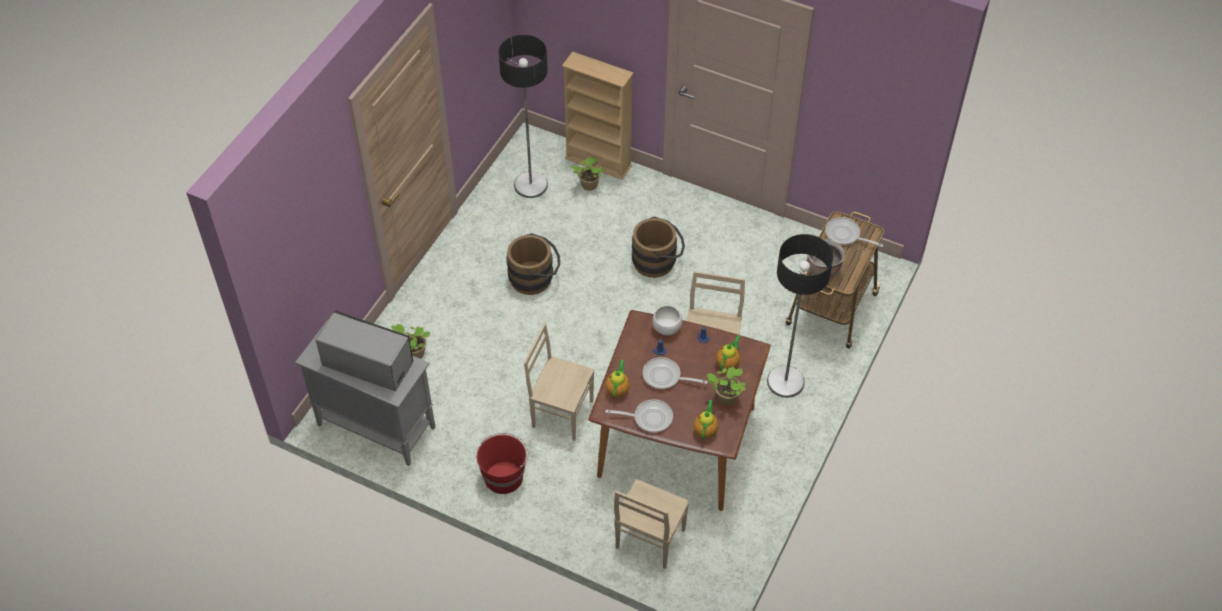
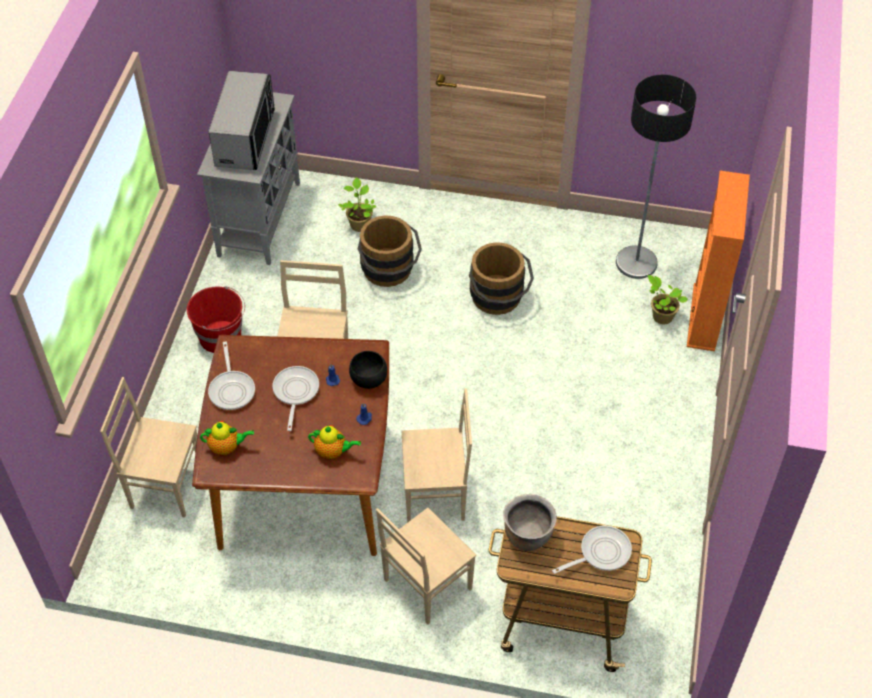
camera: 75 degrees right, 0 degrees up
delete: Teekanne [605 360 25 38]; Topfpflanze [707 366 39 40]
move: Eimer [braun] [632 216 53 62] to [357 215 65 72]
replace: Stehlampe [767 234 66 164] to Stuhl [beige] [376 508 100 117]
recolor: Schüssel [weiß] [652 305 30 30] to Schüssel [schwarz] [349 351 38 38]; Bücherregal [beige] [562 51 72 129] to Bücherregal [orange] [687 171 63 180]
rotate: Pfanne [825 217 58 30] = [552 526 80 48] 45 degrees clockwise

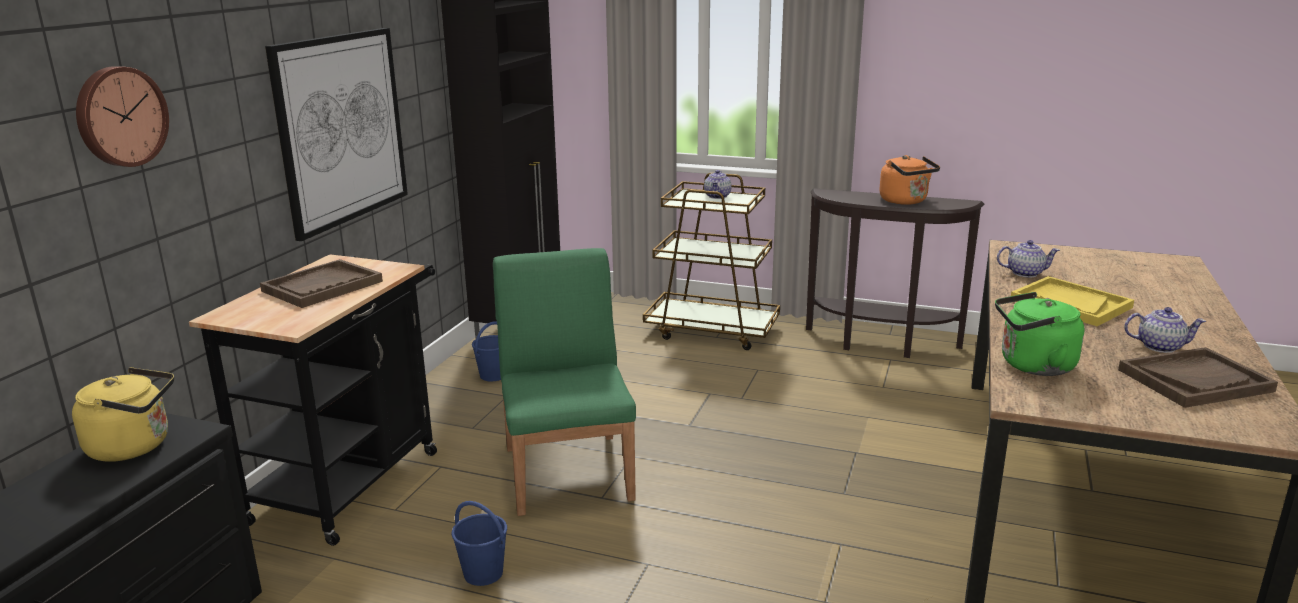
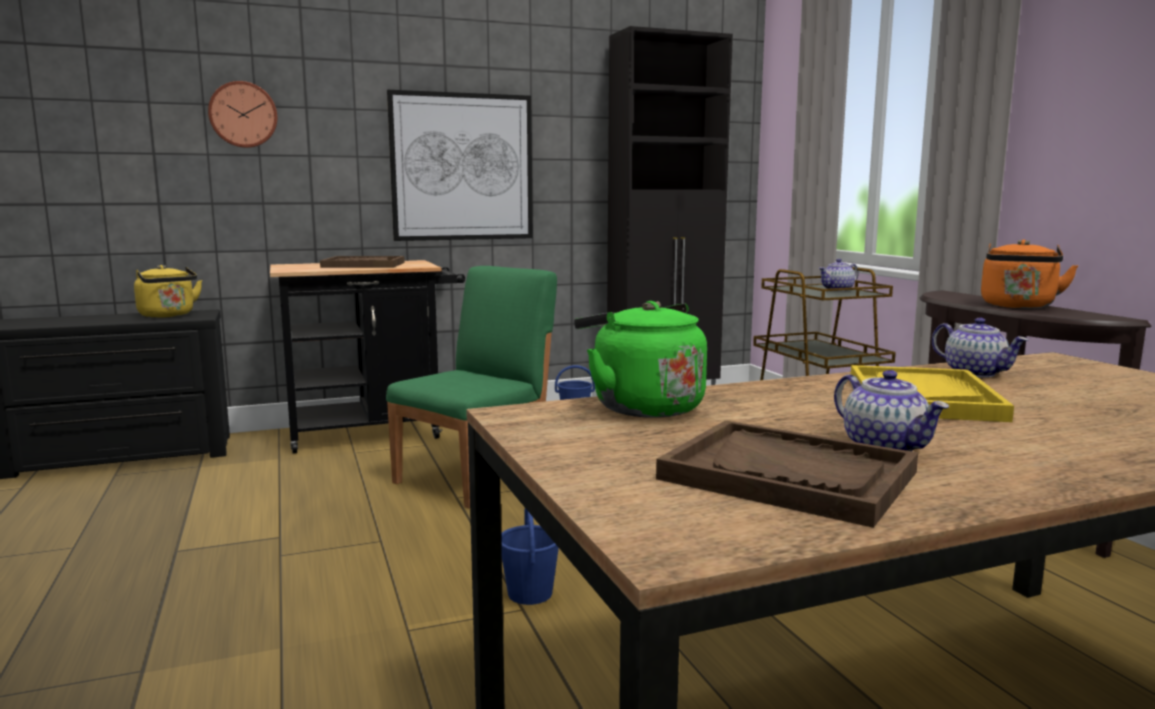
camera: 50 degrees right, 10 degrees down
move: Eimer [blau] [452 501 55 85] to [501 508 58 97]

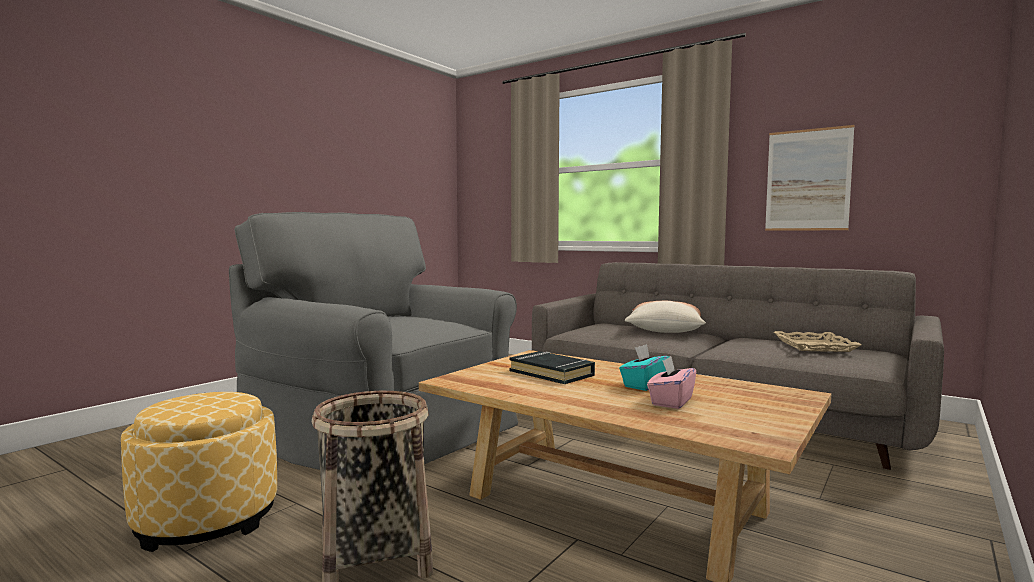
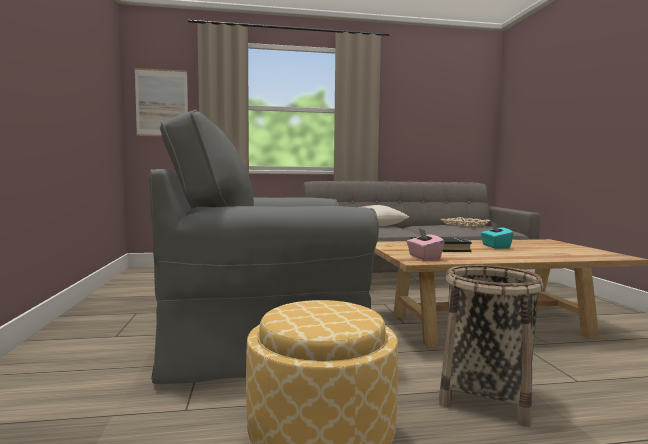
camera: 45 degrees left, 0 degrees up
move: Bild [765 125 90 106] to [135 68 53 68]; Taschentuchbox [rosa] [647 356 49 53] to [407 228 37 32]

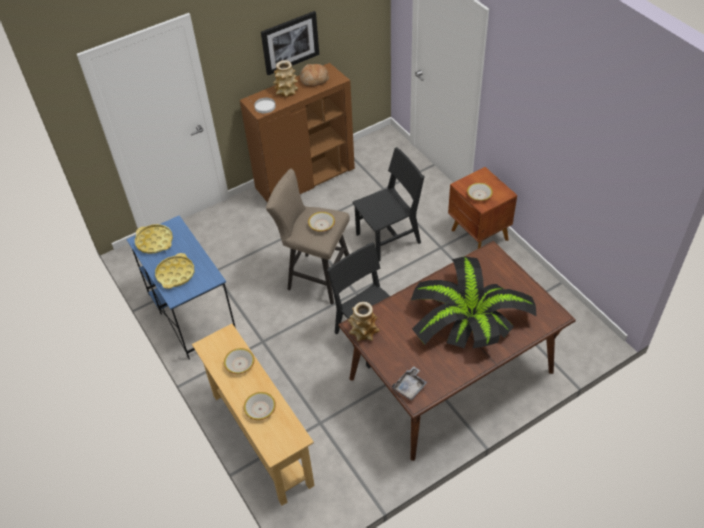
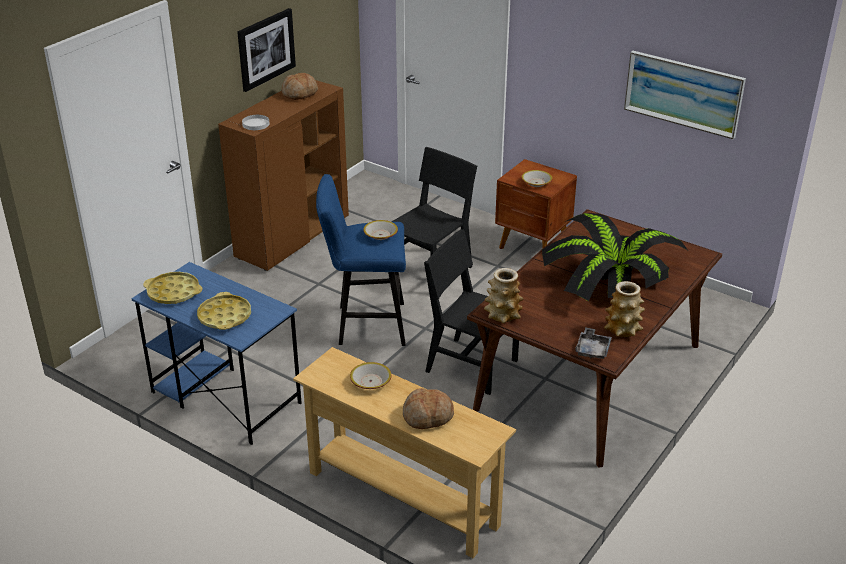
camera: 25 degrees left, 15 degrees down
insert: Bild [624 51 122 88]
move: Vase [273 60 25 37] to [604 281 41 56]
replace: Schüssel [244 392 32 28] to Brot [403 388 51 41]
recolor: Hocker [beige] [266 169 84 136] to Hocker [blau] [316 174 90 172]

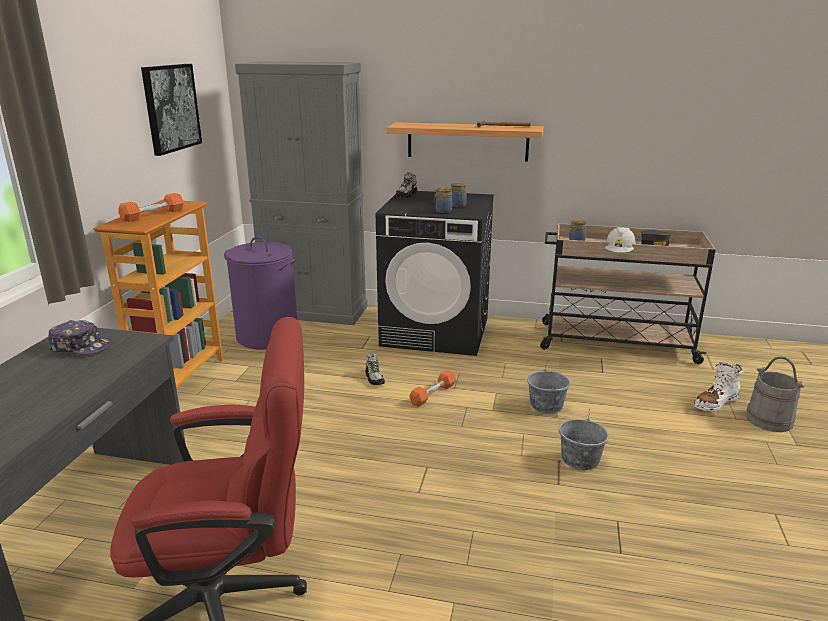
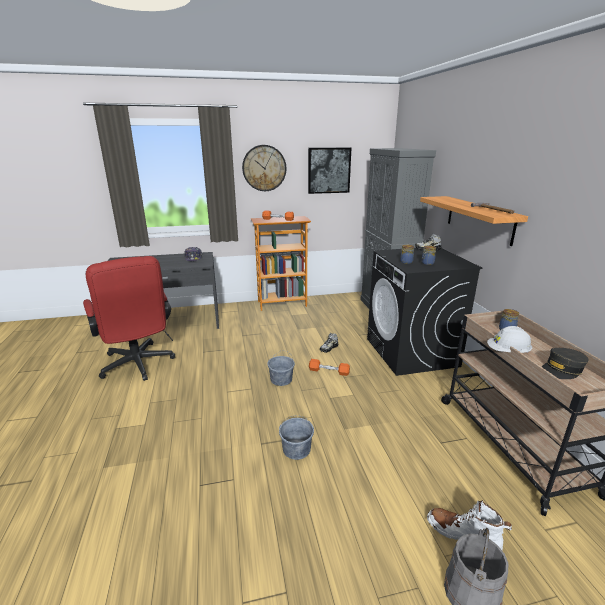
camera: 65 degrees right, 0 degrees up
delete: Wäschekorb [lila] [224 236 73 113]
insert: Wanduhr [242 145 44 46]
move: Eimer [grau] [527 359 43 54] to [267 351 28 35]

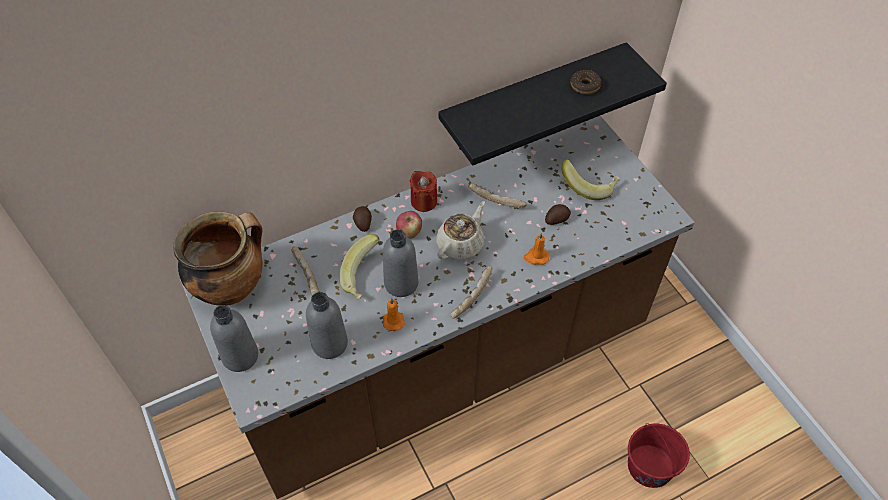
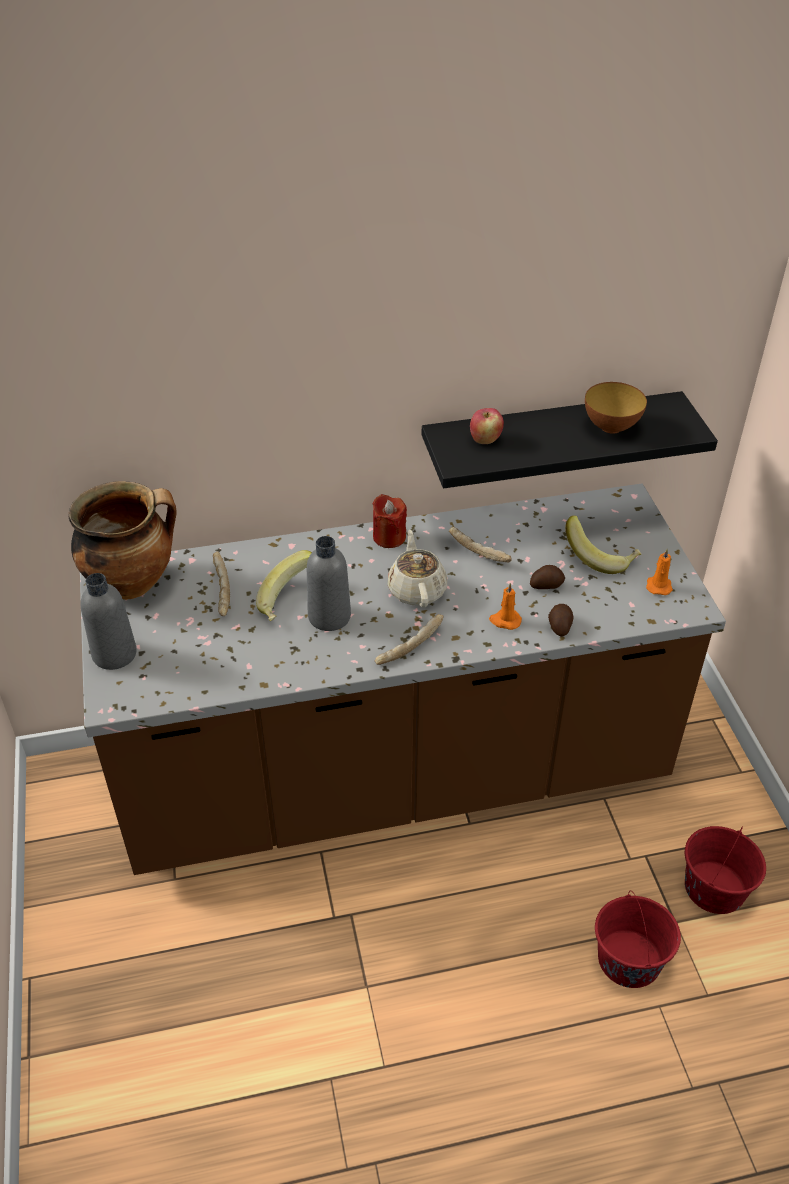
camera: 15 degrees right, 10 degrees down
delete: Flasche [grau] [306 292 42 67]
insert: Eimer [rot] [684 826 82 88]
move: Apfel [396 211 26 28] to [470 408 34 36]; Kartoffel [353 206 19 26] to [548 604 26 32]; Kerze [orange] [383 298 22 33] to [646 548 27 47]
replace: Donut [570 70 31 24] to Schüssel [585 382 62 52]
rotate: Teekanne [beige] [436 201 49 59] = [388 530 59 78] 60 degrees counterclockwise

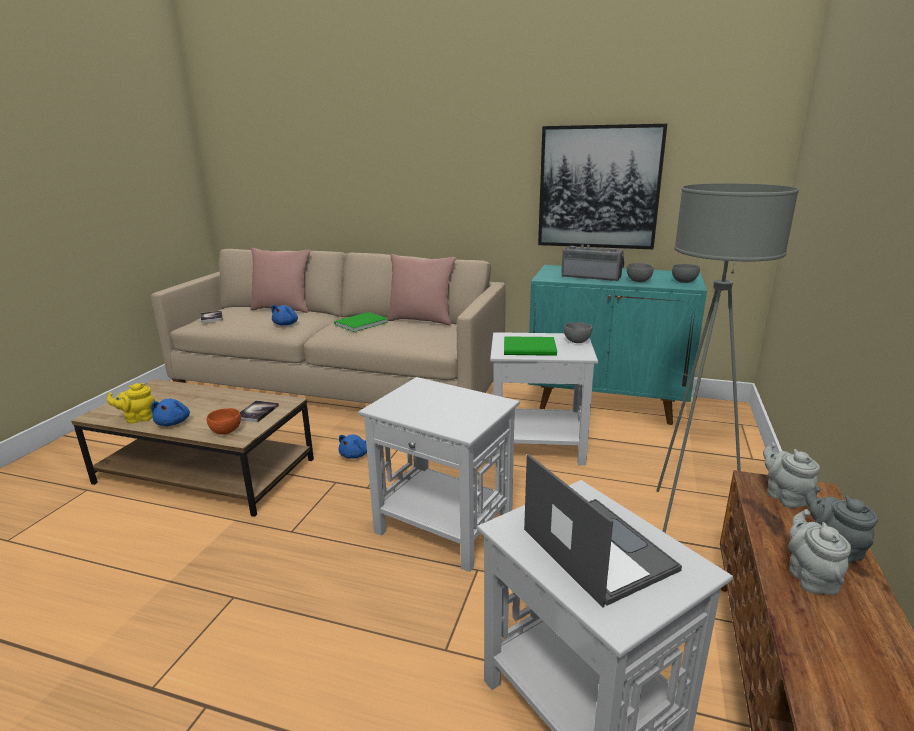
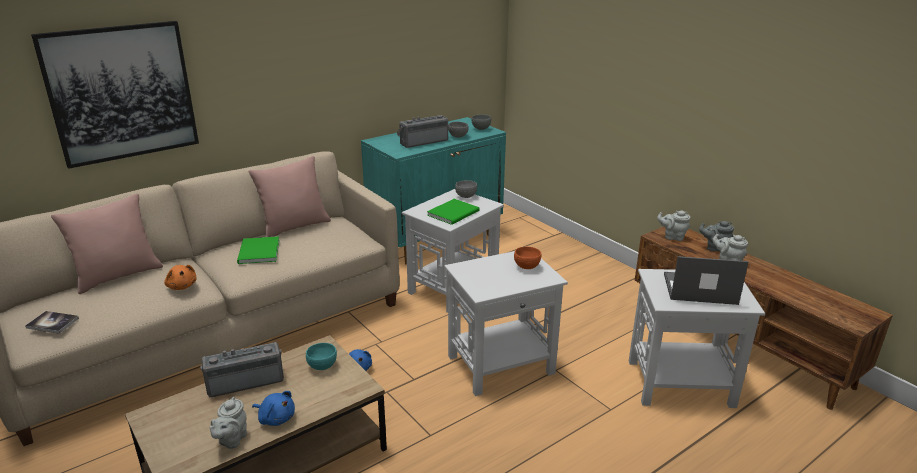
camera: 55 degrees left, 5 degrees up
delete: Stehlampe [grau] [656 183 143 350]
insert: Radio [200 342 84 55]
move: Bild [538 124 129 125] to [31 21 168 148]; Schüssel [orange] [207 408 34 27] to [514 247 27 22]
replace: Buch [240 401 39 21] to Schüssel [türkis] [306 343 31 27]
recolor: Plüschtier [blau] [272 305 26 21] to Plüschtier [orange] [164 265 33 25]; Teekanne [gelb] [107 383 48 41] to Teekanne [grau] [209 397 38 52]

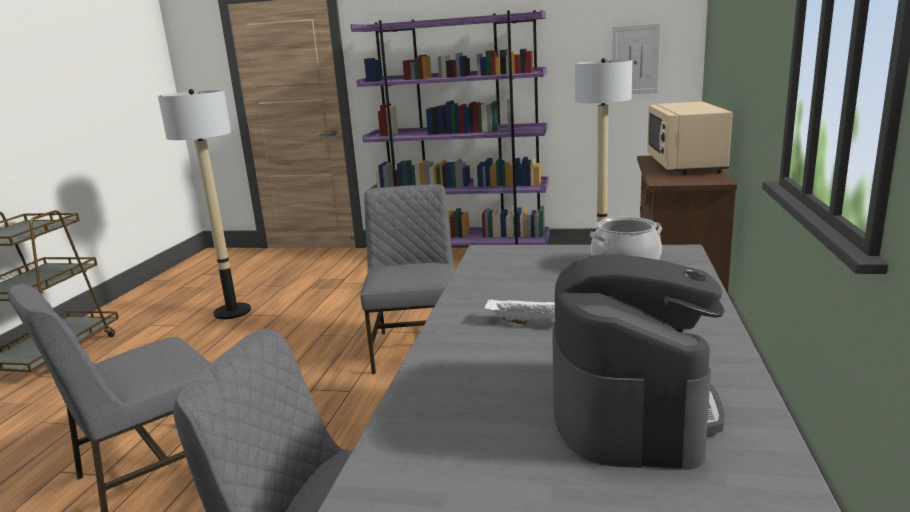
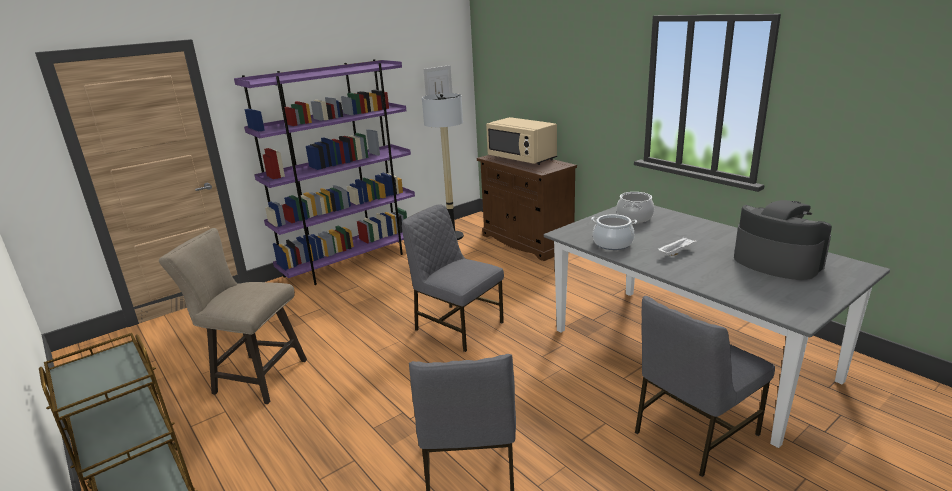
camera: 50 degrees left, 5 degrees up
insert: Kochtopf [591 214 46 36]
replace: Stehlampe [158 89 93 231] to Hocker [beige] [159 228 148 176]

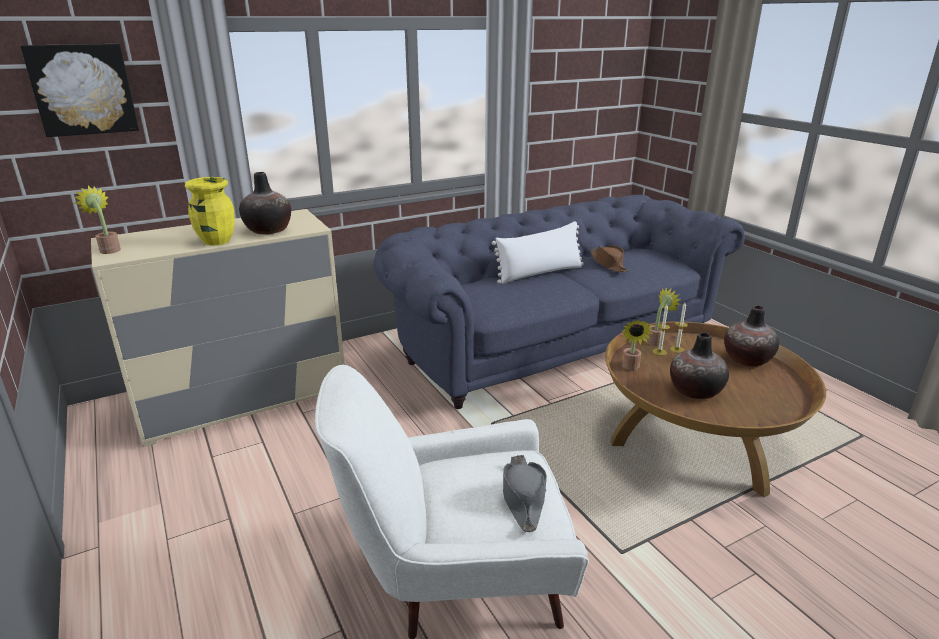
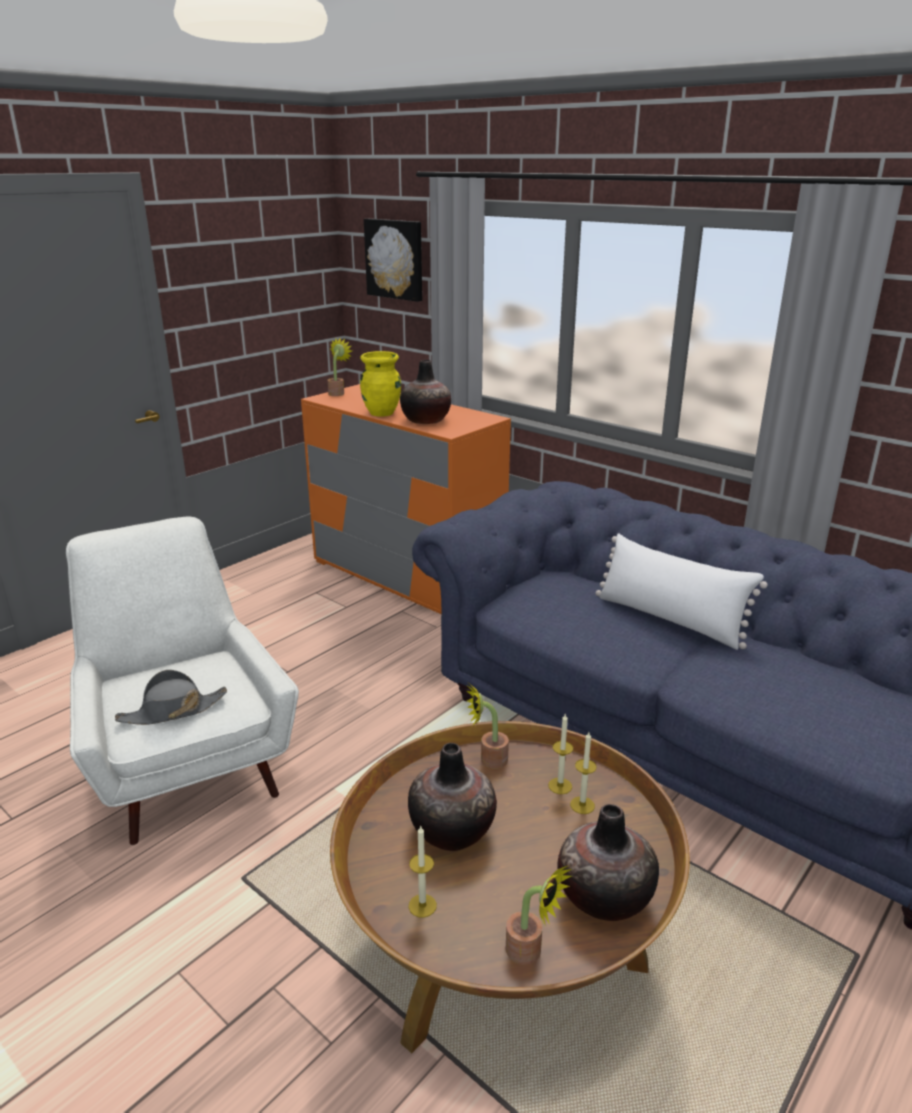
camera: 70 degrees right, 0 degrees up
delete: Hut [braun] [591 245 38 27]
insert: Kerze [409 826 28 92]
move: Topfpflanze [646 287 35 59] to [506 866 66 99]
recolor: Kommode [beige] [91 209 254 238] to Kommode [orange] [301 384 210 230]

